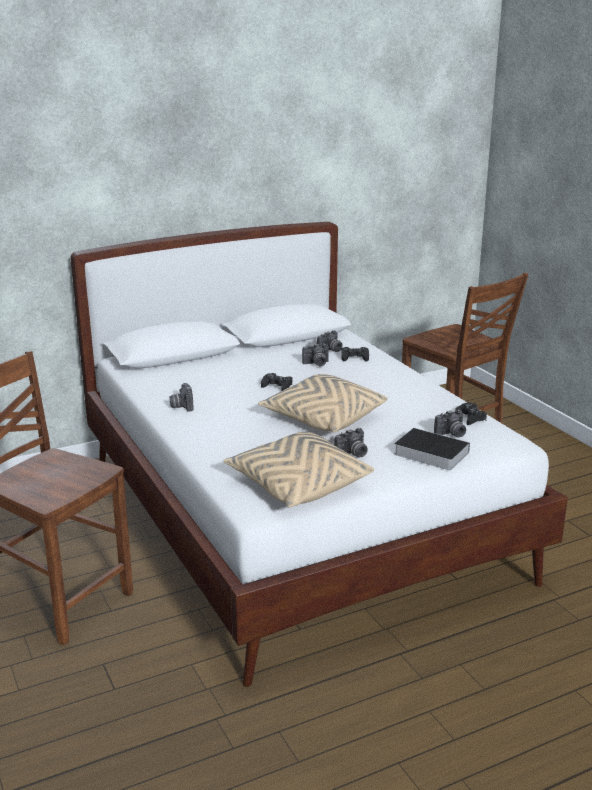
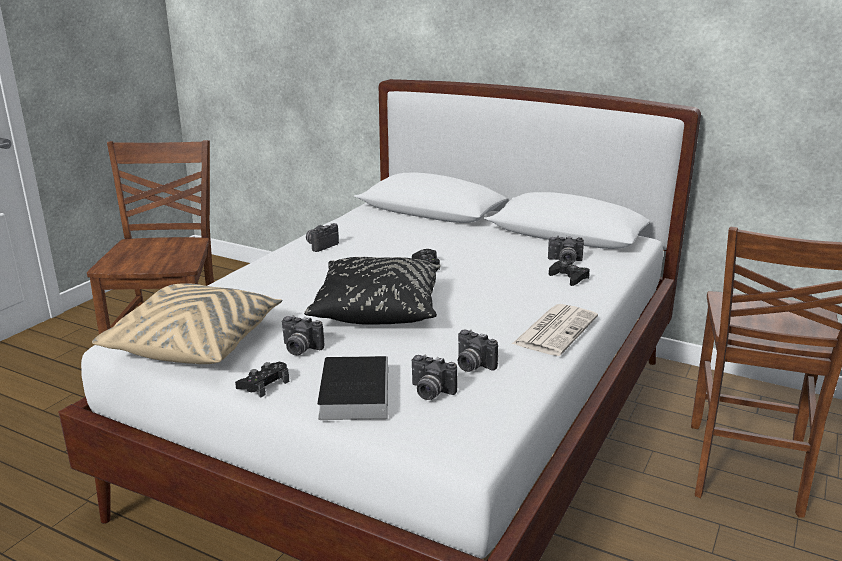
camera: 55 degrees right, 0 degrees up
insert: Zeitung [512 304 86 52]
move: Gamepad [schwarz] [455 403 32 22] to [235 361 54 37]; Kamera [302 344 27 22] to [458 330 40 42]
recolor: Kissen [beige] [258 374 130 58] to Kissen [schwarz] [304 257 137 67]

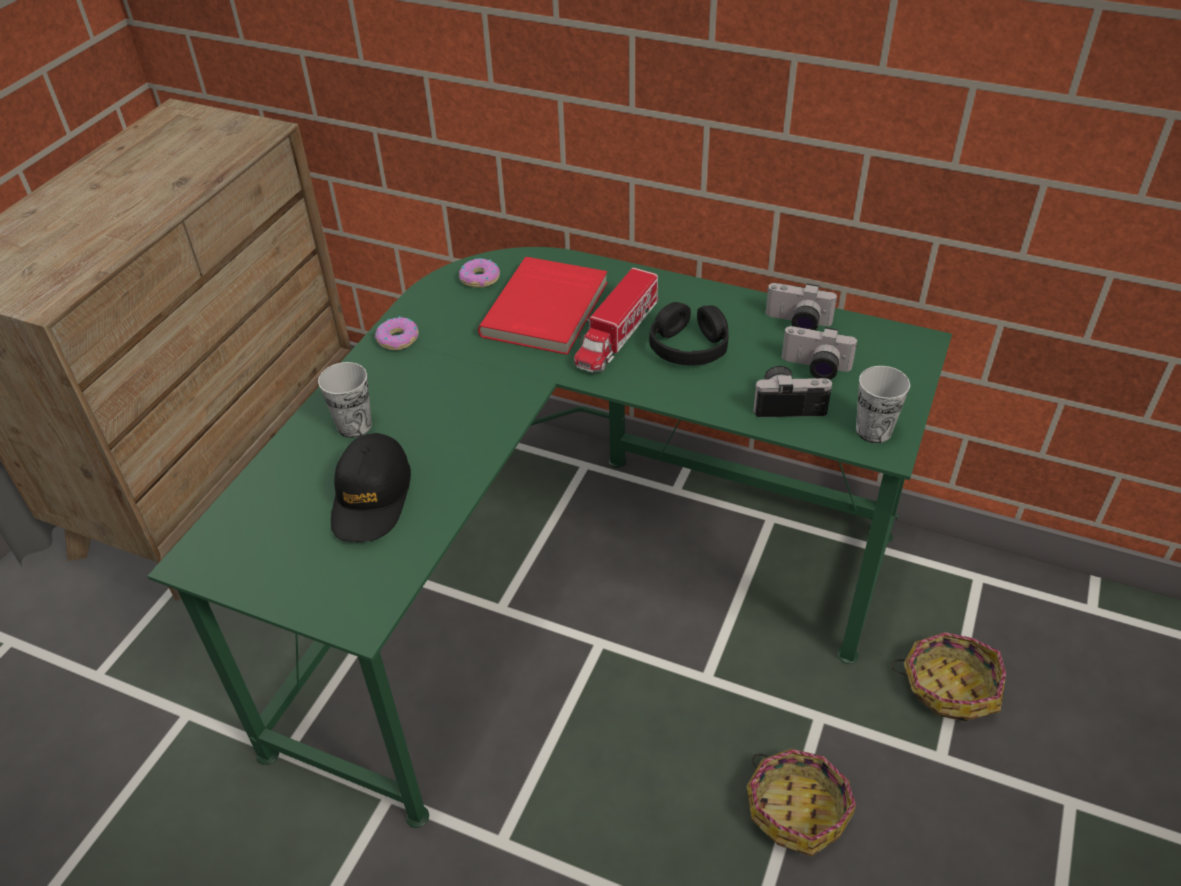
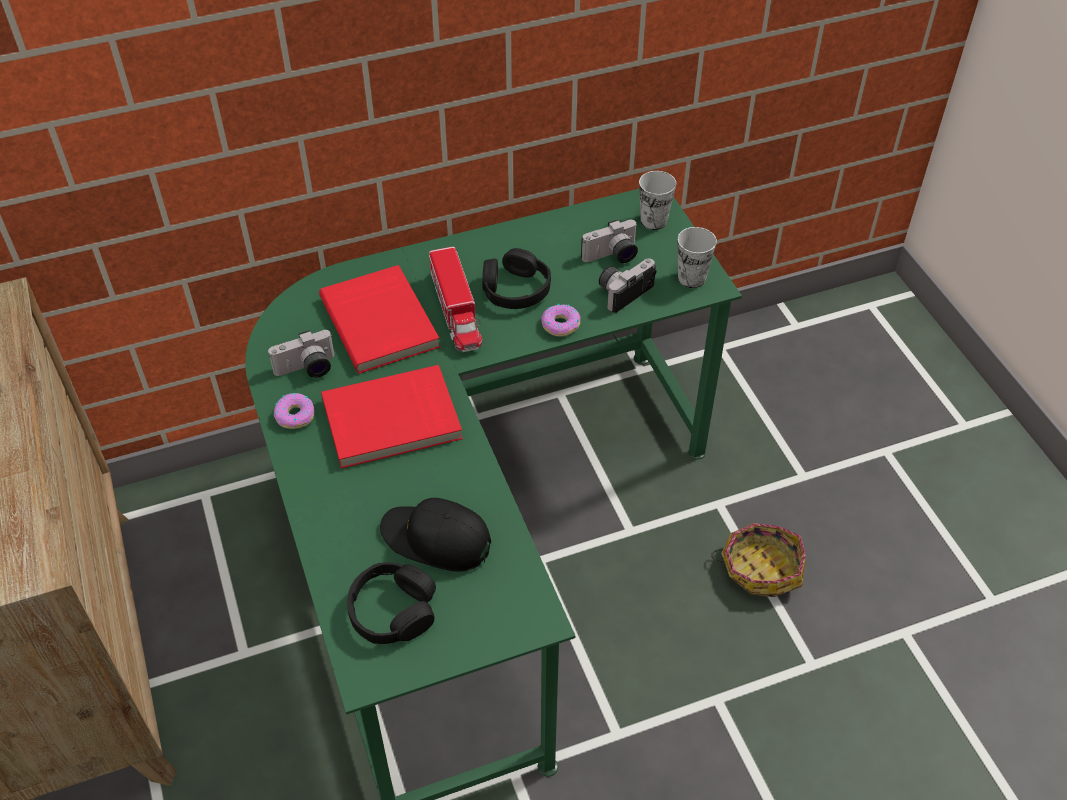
camera: 45 degrees left, 5 degrees up
delete: Korb [891 632 115 89]
insert: Buch [rot] [321 365 142 104]; Kopfhörer [schwarz] [347 562 89 82]
move: Kamera [766 283 71 47] to [268 330 67 48]; Donut [459 258 41 30] to [541 304 39 33]; Tasse [318 362 54 76] to [639 171 37 59]
rotate: Kappe [schwarz] [331 433 80 109] = [380 498 111 74] 150 degrees clockwise

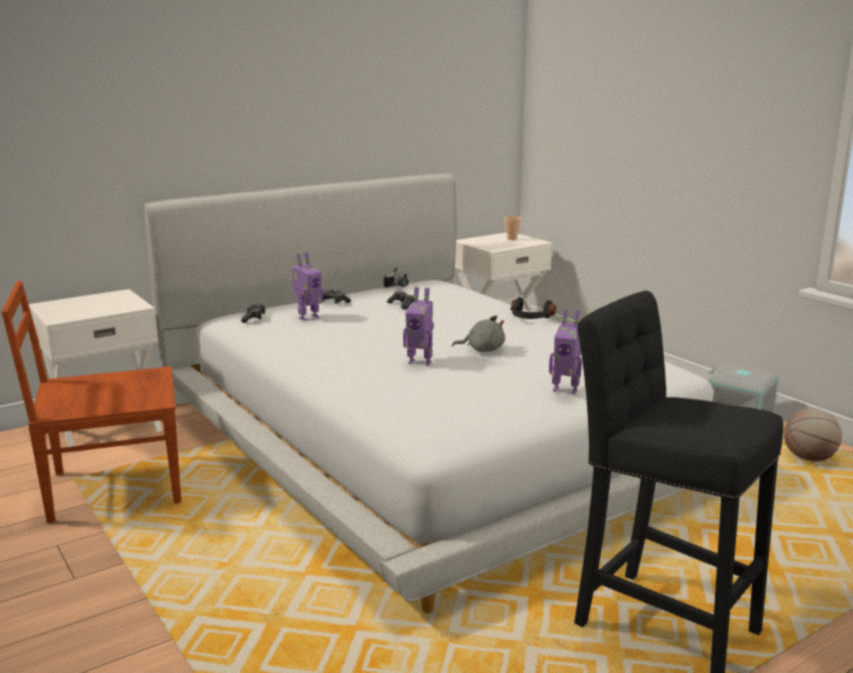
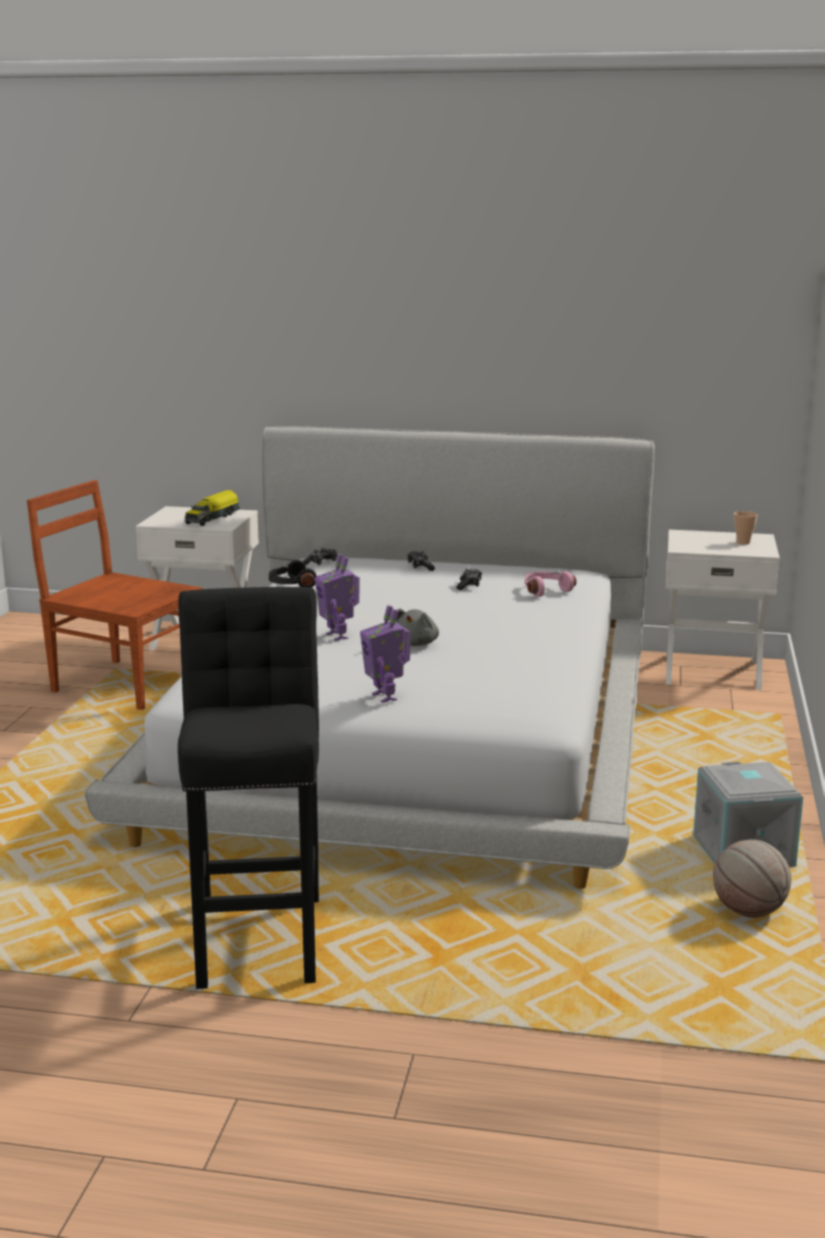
camera: 45 degrees right, 0 degrees up
delete: Spielzeugroboter [292 252 31 69]; Kamera [384 268 25 20]
insert: Spielzeuglaster [185 490 55 36]; Kopfhörer [rosa] [524 571 53 26]
move: Kopfhörer [schwarz] [510 297 46 22] to [269 560 48 27]
rotate: Plüschtier [grau] [452 315 53 37] = [396 609 43 37] 60 degrees clockwise

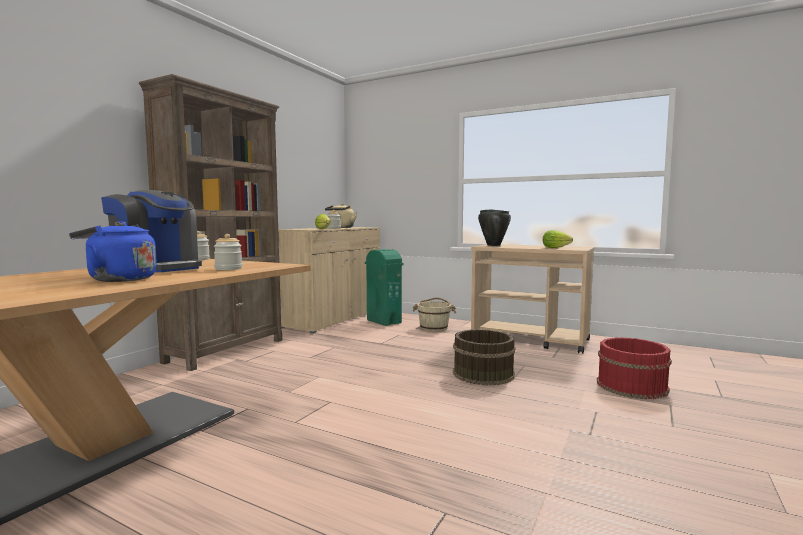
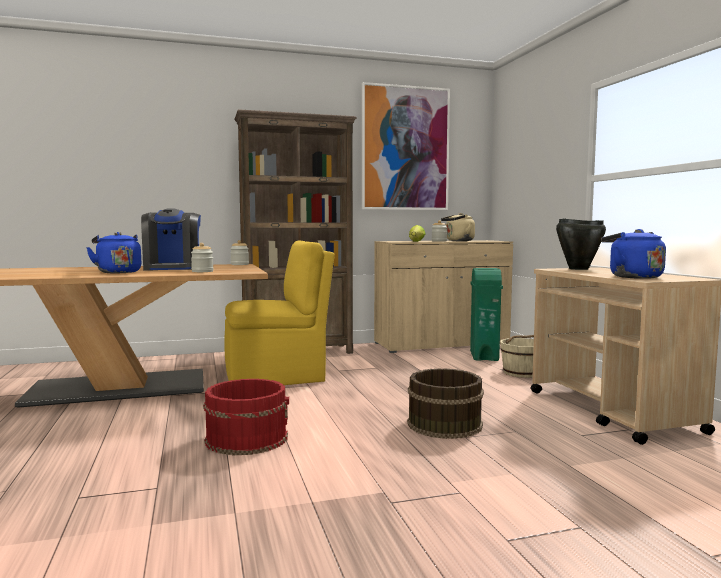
camera: 45 degrees right, 0 degrees up
insert: Stuhl [gelb] [224 240 111 145]; Bild [362 82 88 128]
move: Eimer [rot] [597 337 75 62] to [203 379 86 76]
replace: Salatkopf [543 230 30 18] to Wasserkessel [blau] [601 229 65 50]

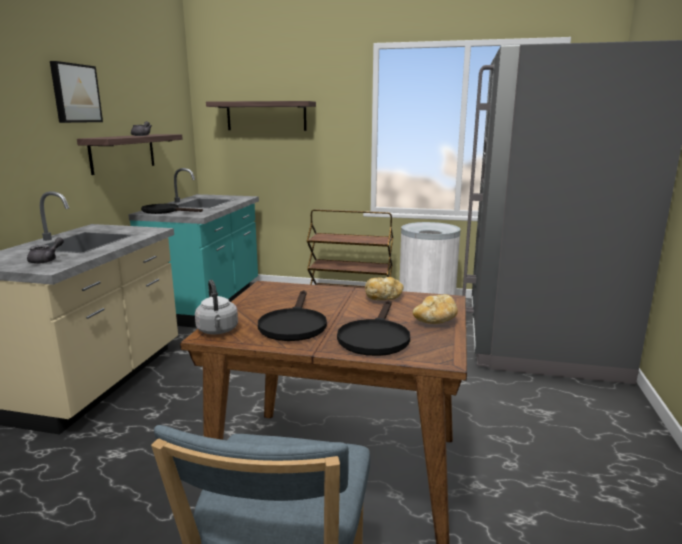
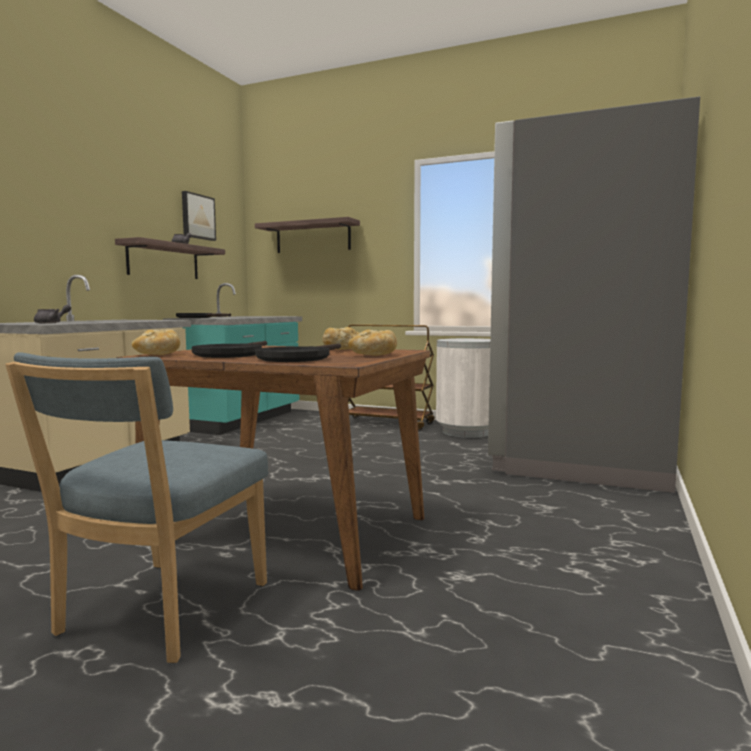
camera: 10 degrees right, 10 degrees down
move: Bild [50 61 53 62] to [182 191 34 50]
replace: Wasserkessel [grau] [195 280 43 54] to Brot [132 330 48 25]

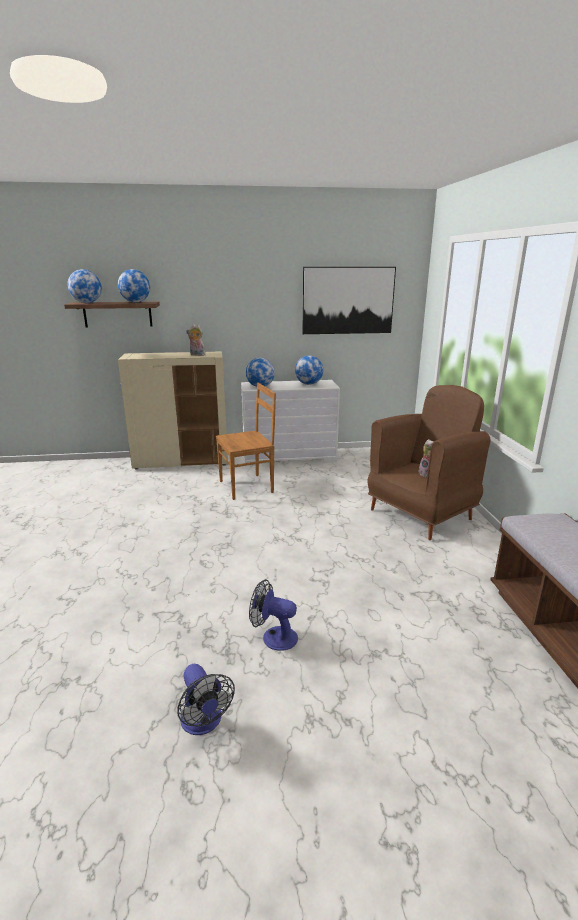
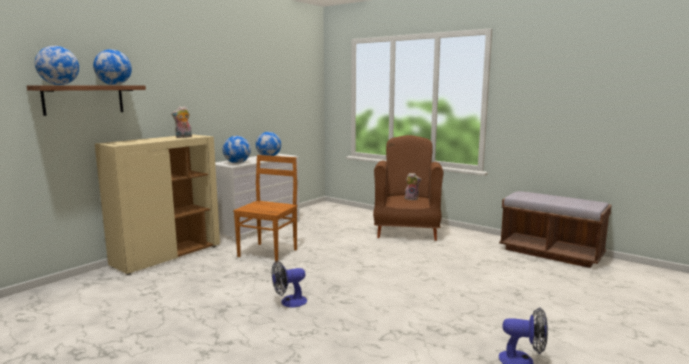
camera: 45 degrees left, 10 degrees down
delete: Bild [302 267 94 67]
move: Ventilator [249 579 49 71] to [272 261 35 46]

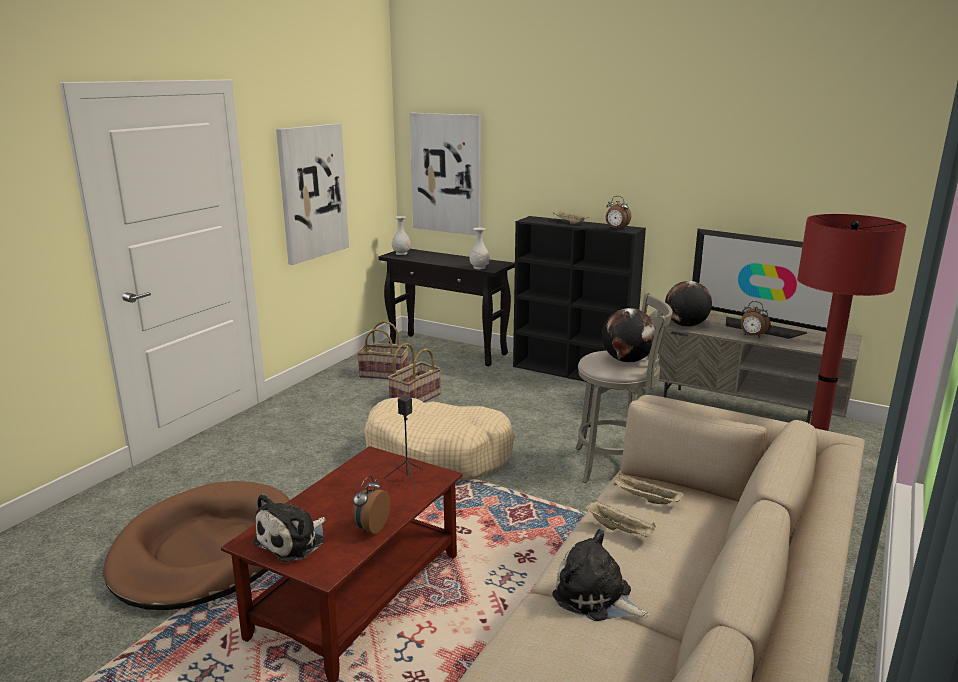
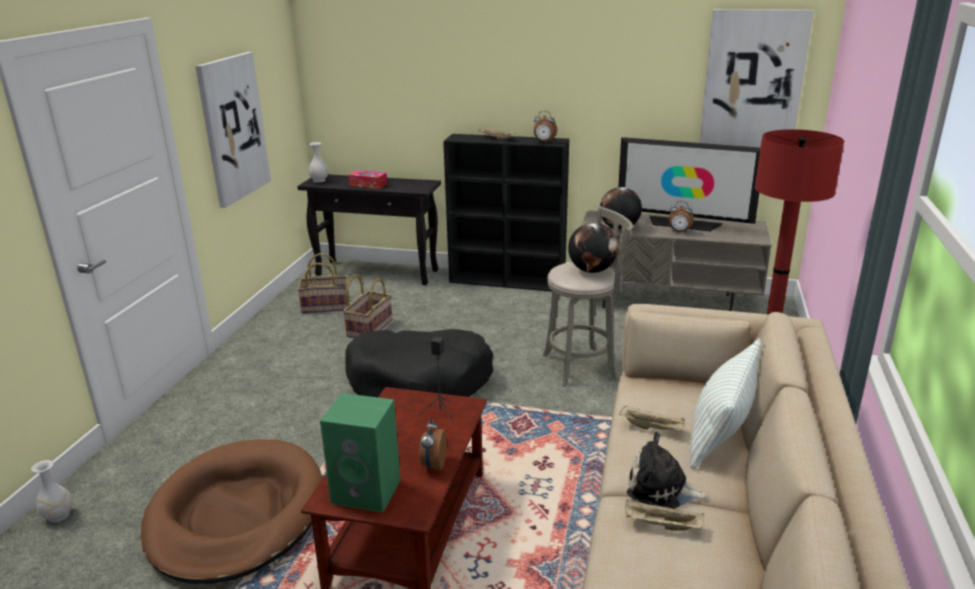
camera: 15 degrees left, 5 degrees up
insert: Taschentuchbox [348 170 39 19]; Kissen [690 339 71 130]
move: Vase [weiß] [470 228 20 41] to [31 460 42 63]; Tablett [beige] [613 474 71 30] to [625 500 79 31]; Bild [410 113 71 123] to [699 9 115 139]
replace: Plüschtier [253 494 73 68] to Lautsprecher [grün] [320 393 81 119]
recolor: Hundebett [beige] [364 397 151 83] to Hundebett [schwarz] [345 329 148 68]

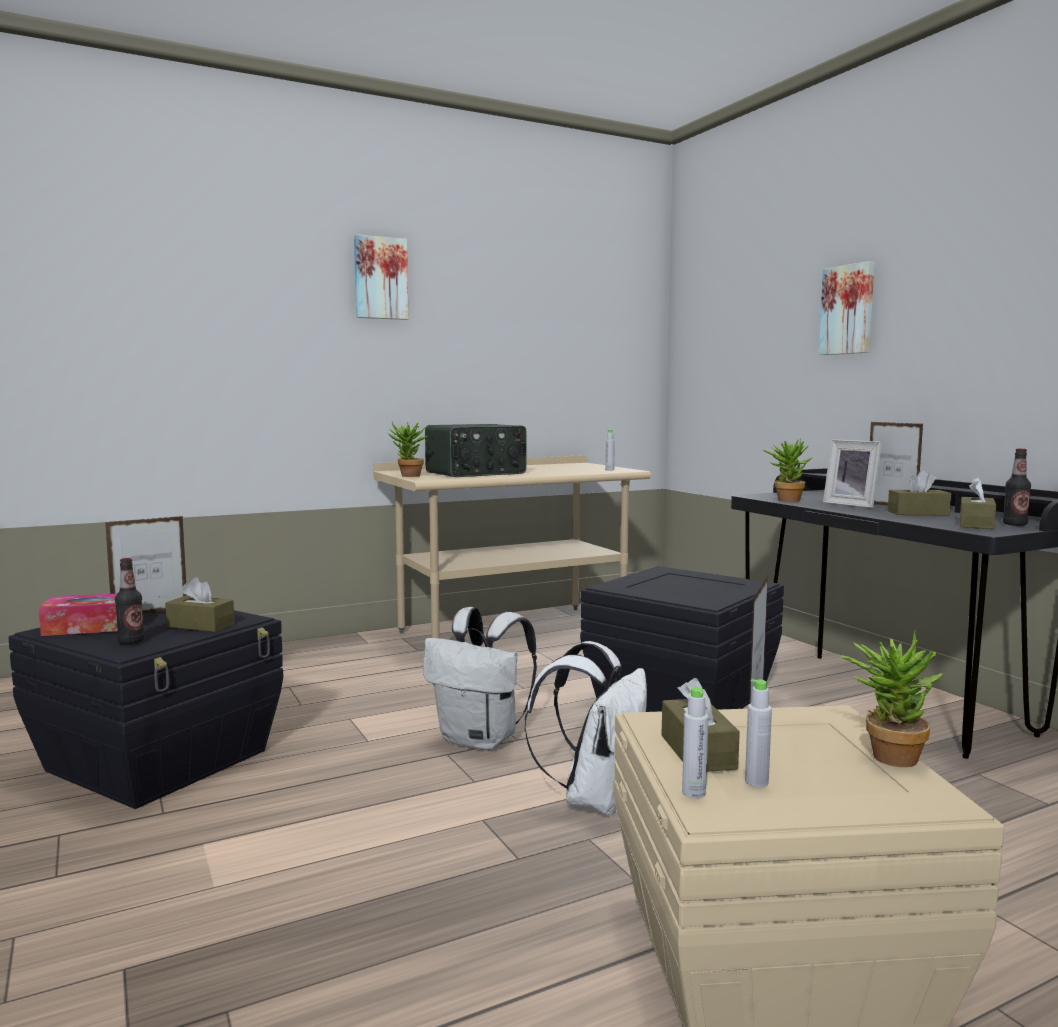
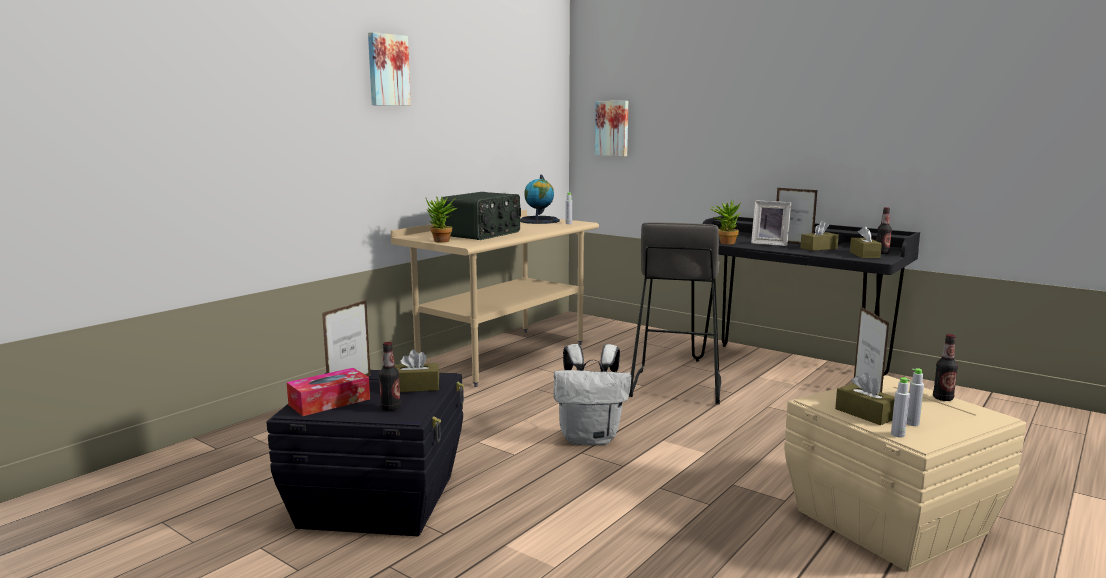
camera: 25 degrees left, 5 degrees up
delete: Rucksack [weiß] [524 641 123 174]
insert: Globus [520 174 40 50]
move: Bild [819 261 56 94] to [595 101 33 55]
replace: Aufbewahrungsbox [schwarz] [580 566 204 146] to Hocker [grau] [629 222 92 182]; Topfpflanze [841 631 102 136] to Flasche [933 334 25 67]

